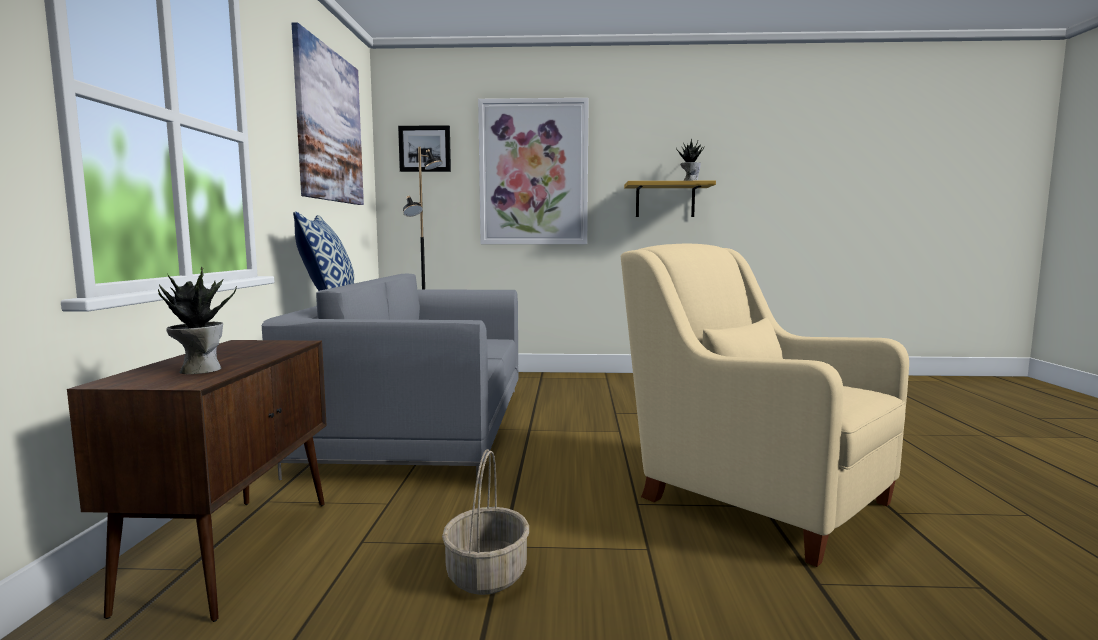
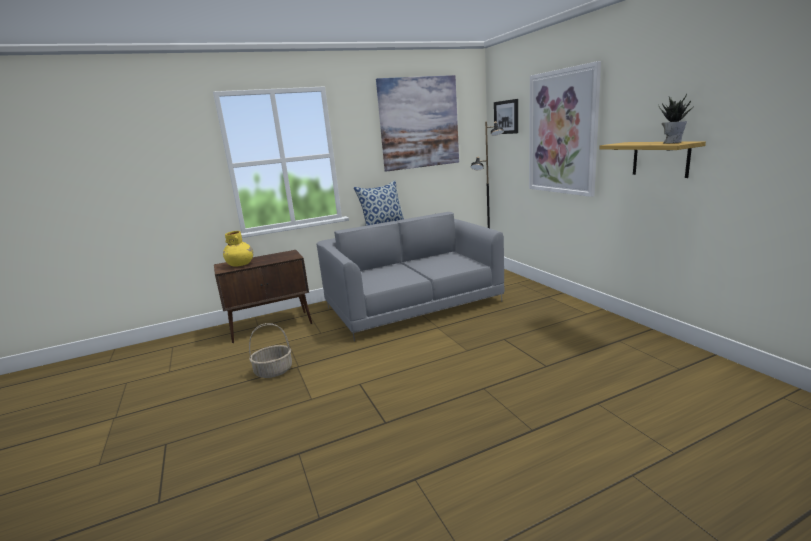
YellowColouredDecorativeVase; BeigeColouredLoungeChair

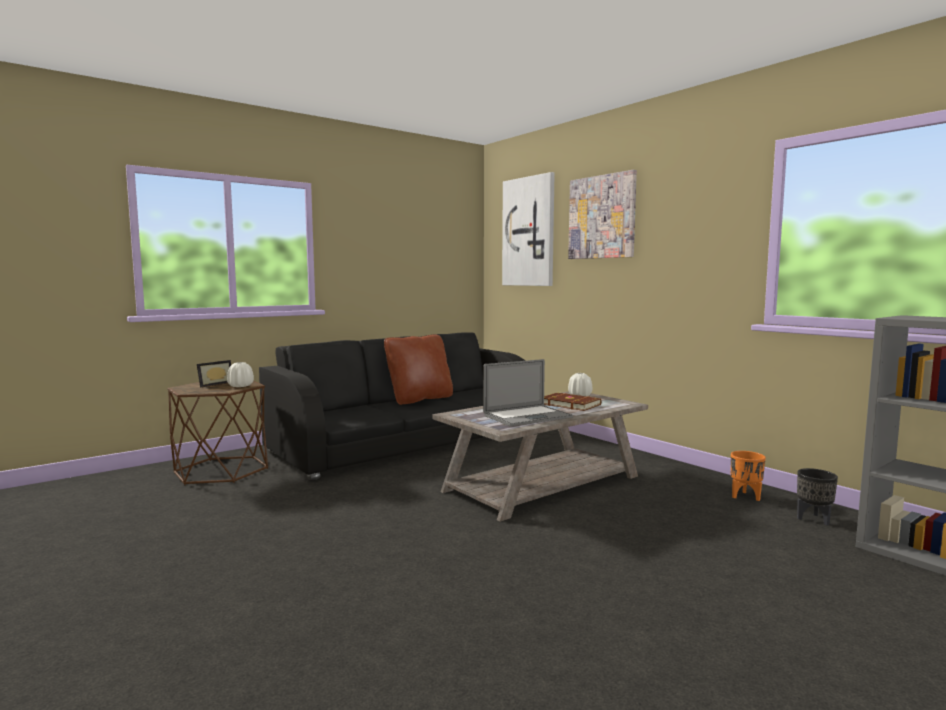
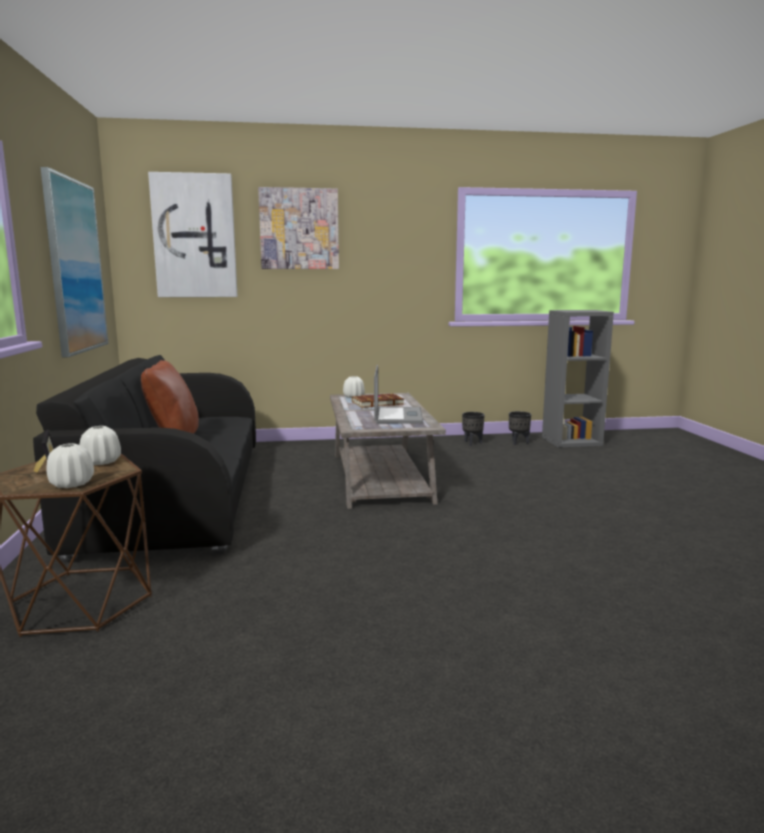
WallPicture (1st from left); WhitishDecorativeVase (1st from left); BlackPlanter (1st from left)

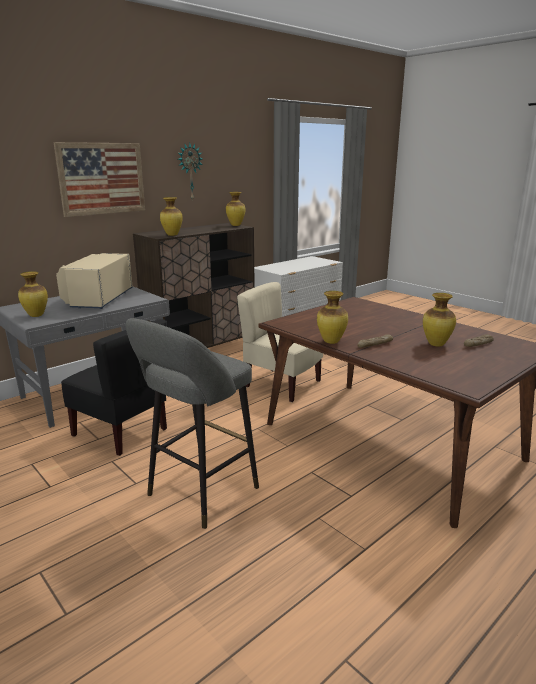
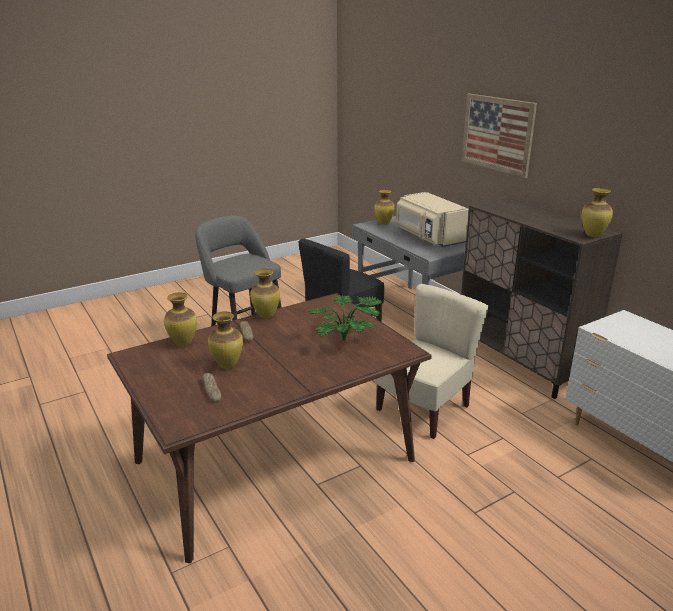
DecorativeVase (1st from left); PlantInAPot; BeigeColouredMicrowaveOven; WallClock

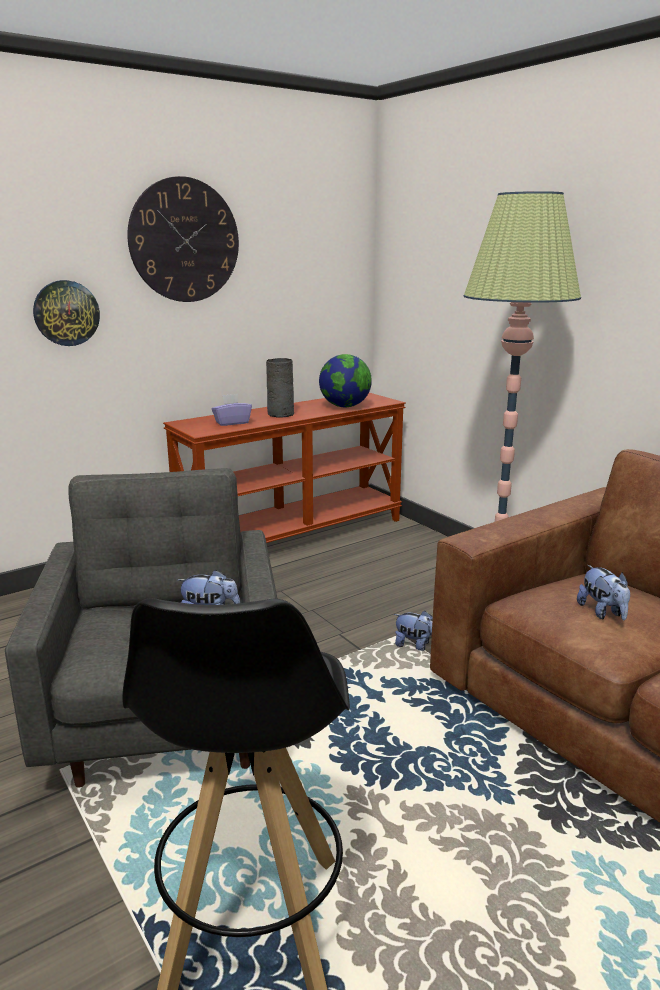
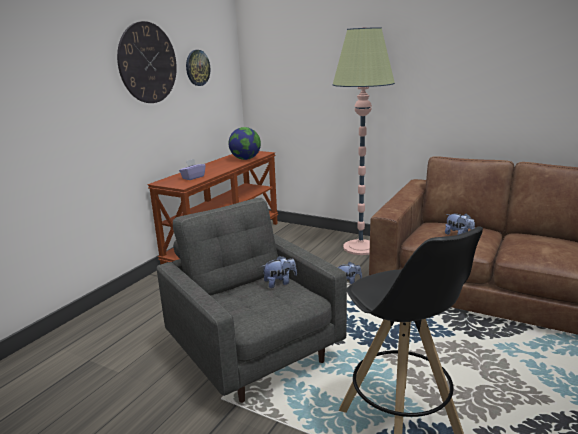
WallClock (2nd from left); GreyishDecorativeVase

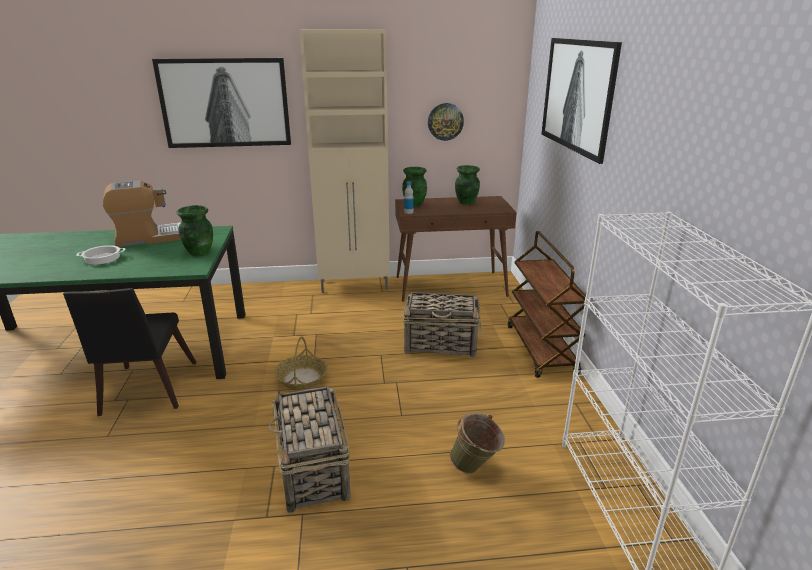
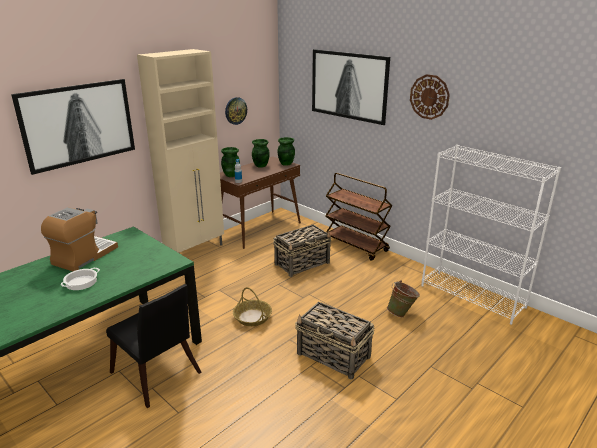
GreenColouredDecorativeVase (3rd from left); WallClock (2nd from left)

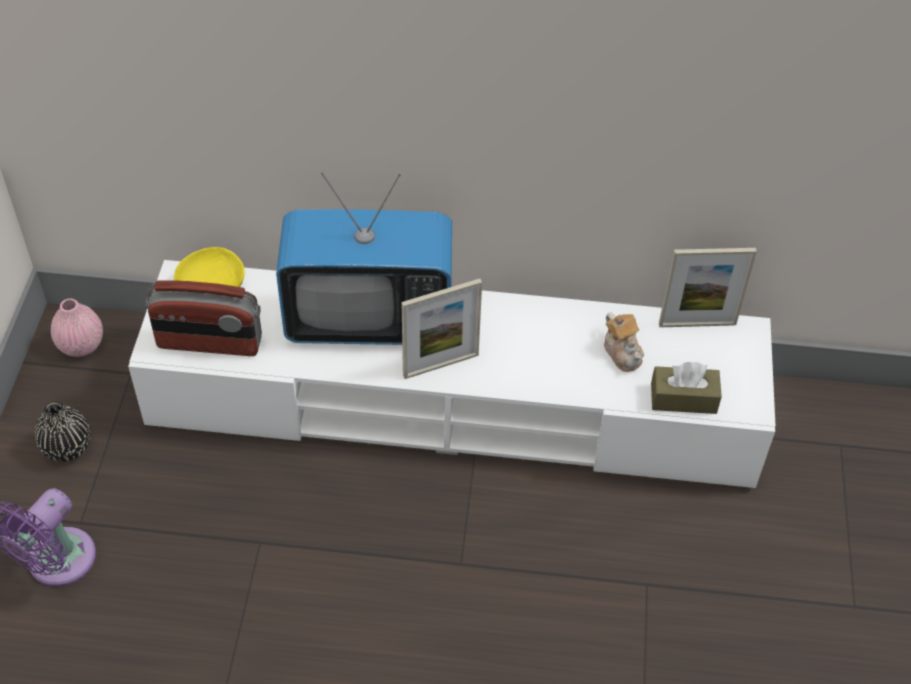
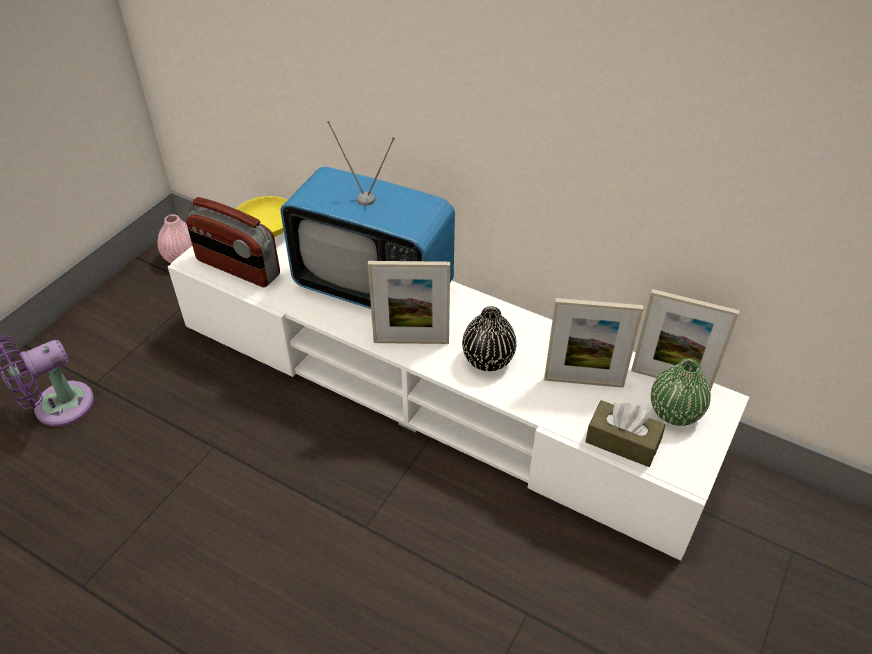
BlackDecorativeVase; StandingFrame (2nd from left); GreenColouredDecorativeVase

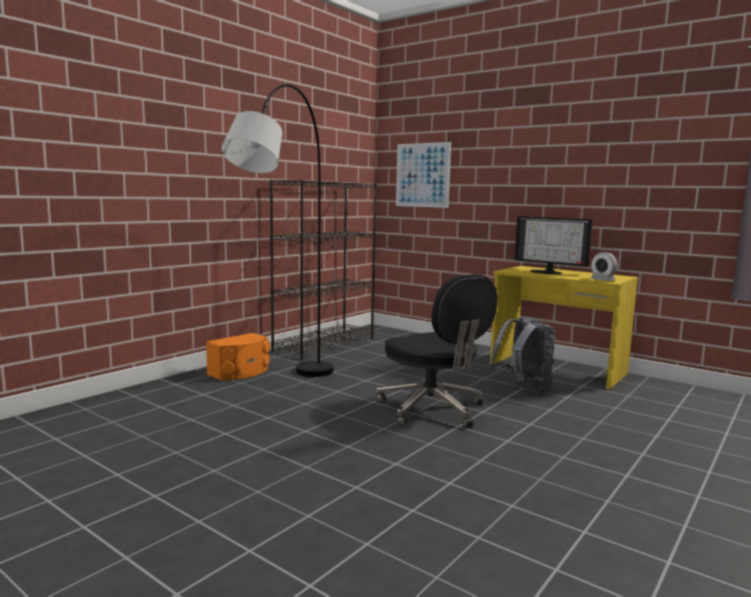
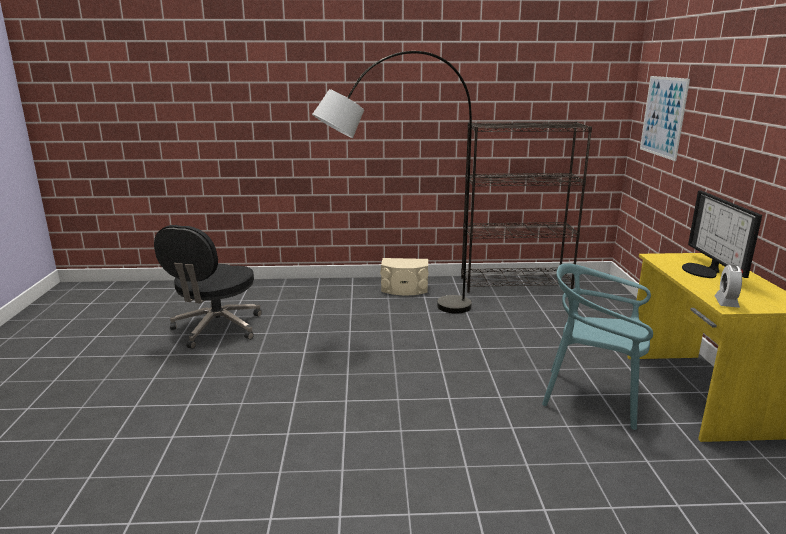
BlackDeskChair; BeigeColouredSpeaker; BlueGreenPlainChair

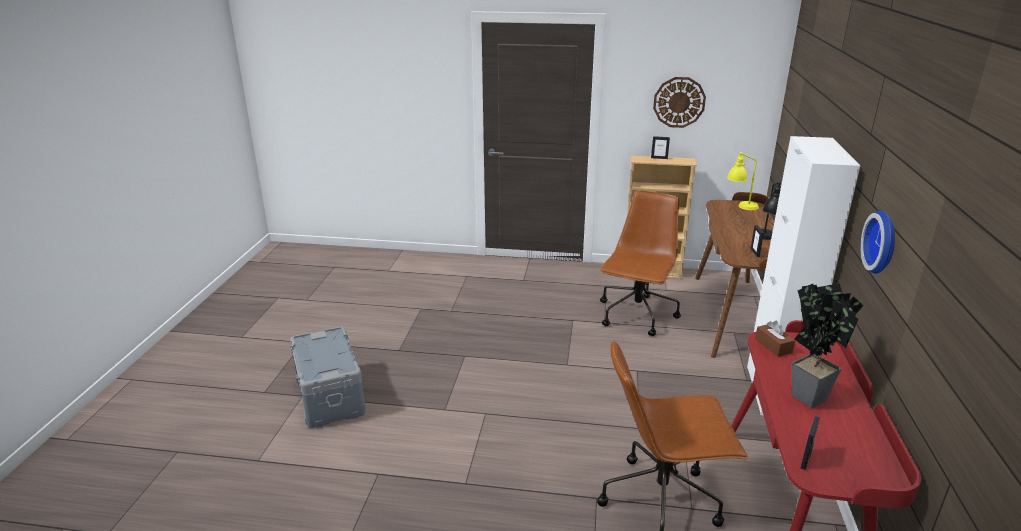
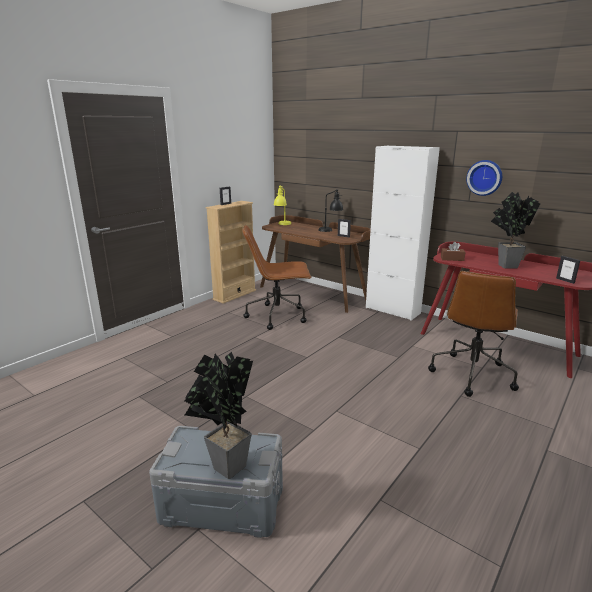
PlantInAPot (1st from left); BrownishDeskChair (1st from left); WallClock (1st from left in the first image)

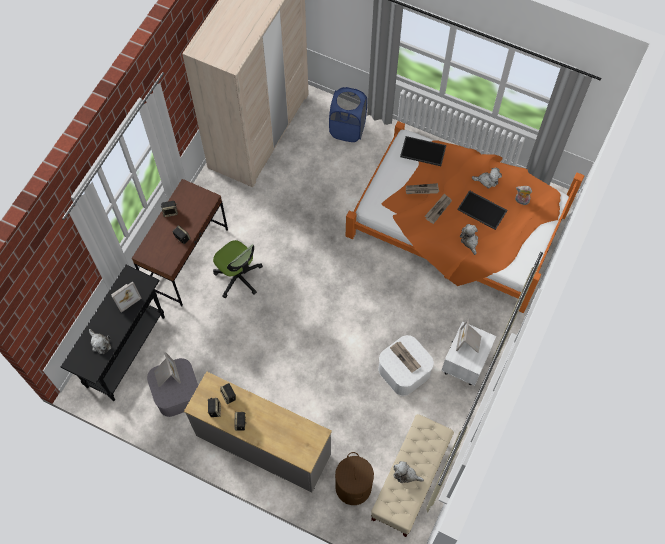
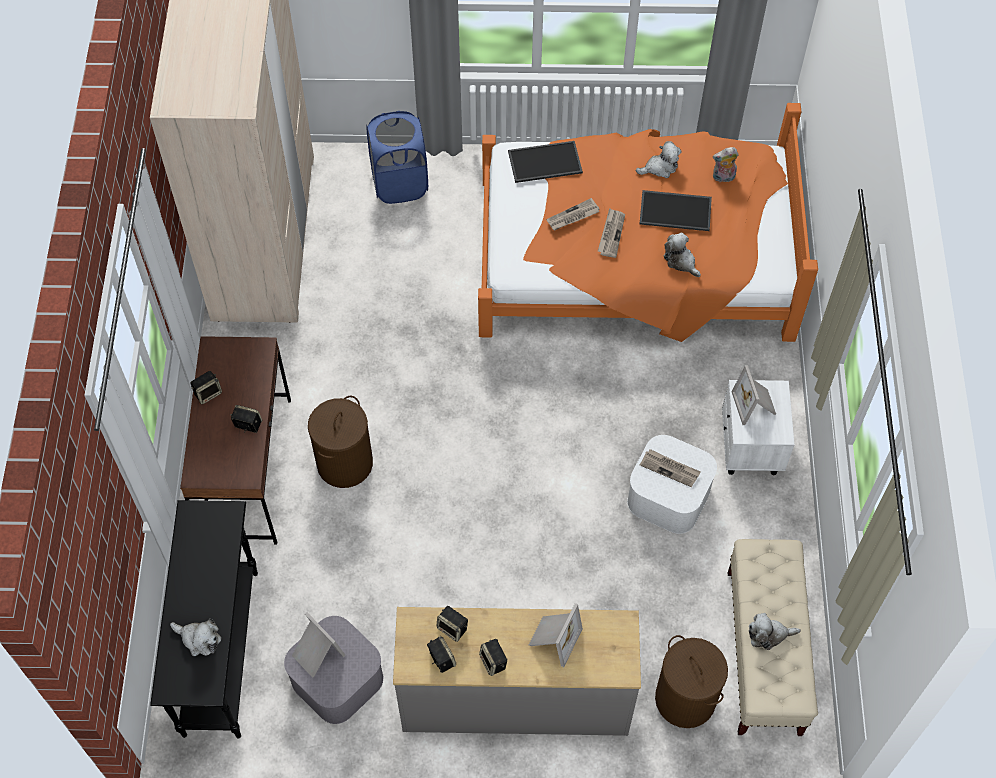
BrownishLaundryBasket (1st from left); StandingFrame (2nd from left)

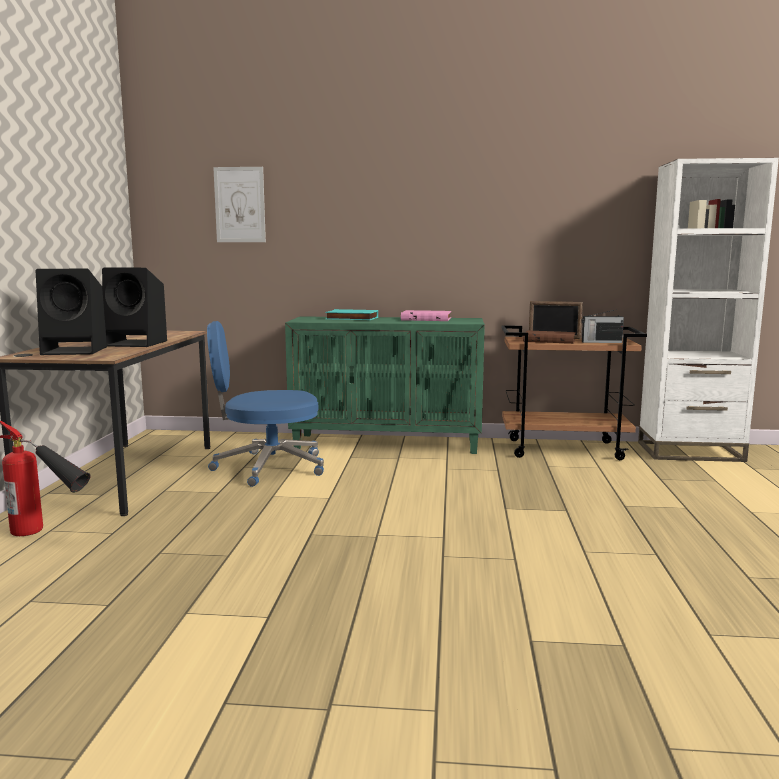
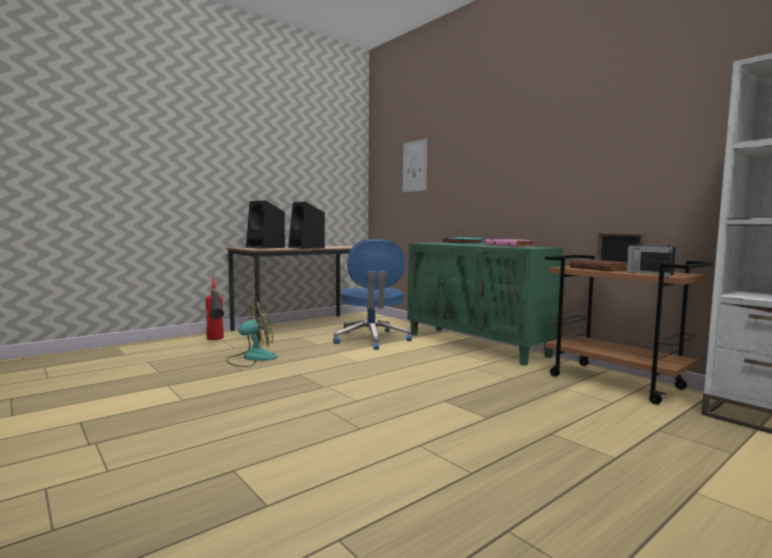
ElectricFan; BlueDeskChair

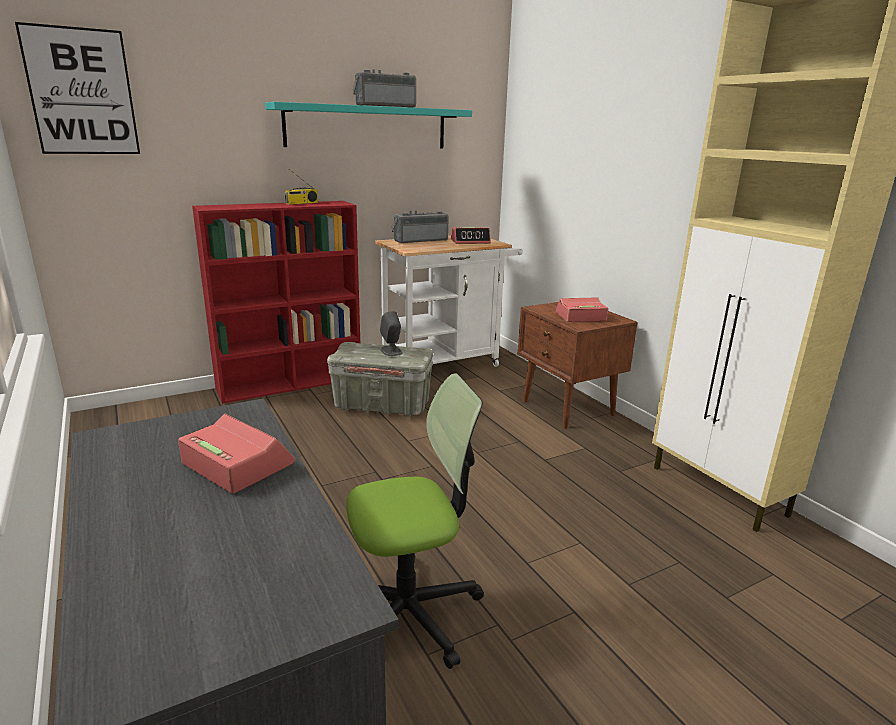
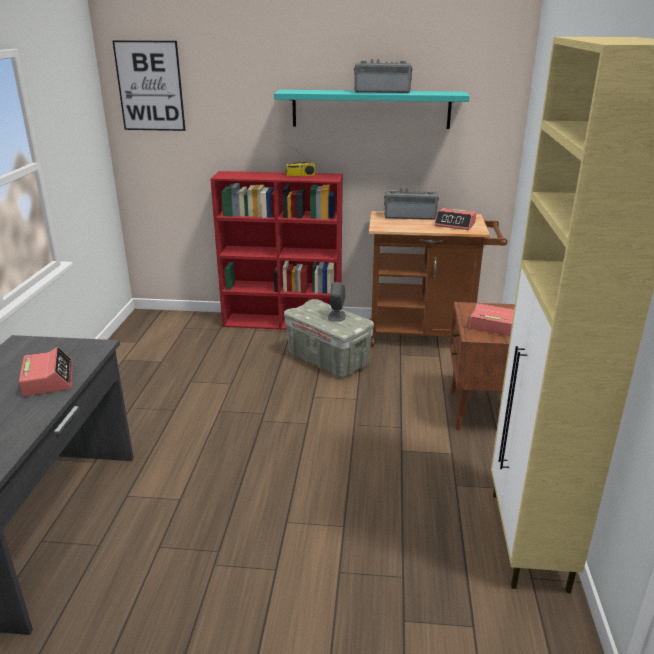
BrownishCart; DeskChair

